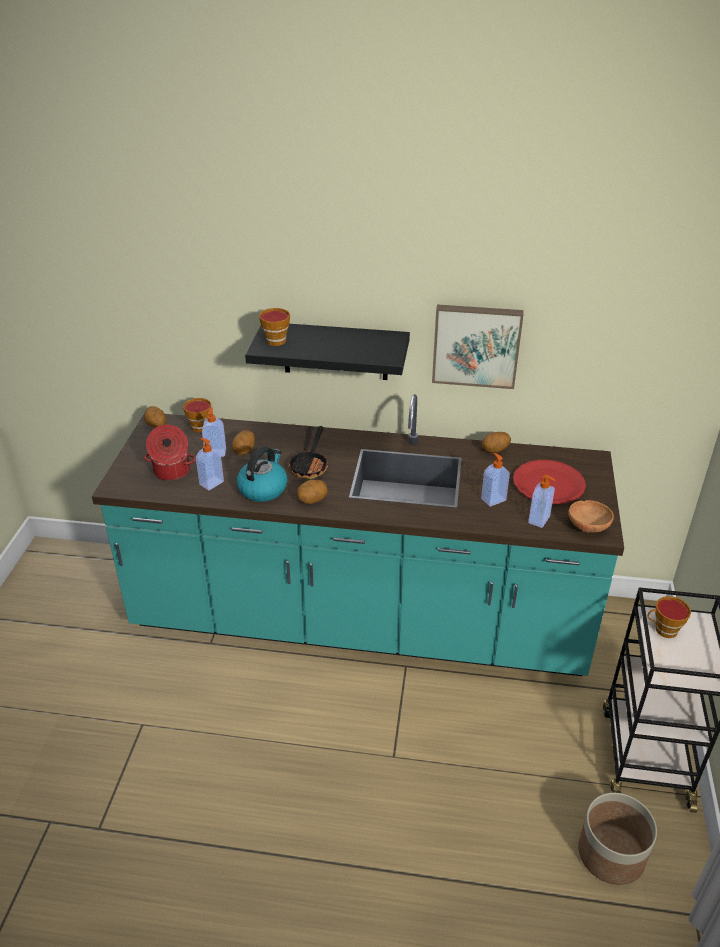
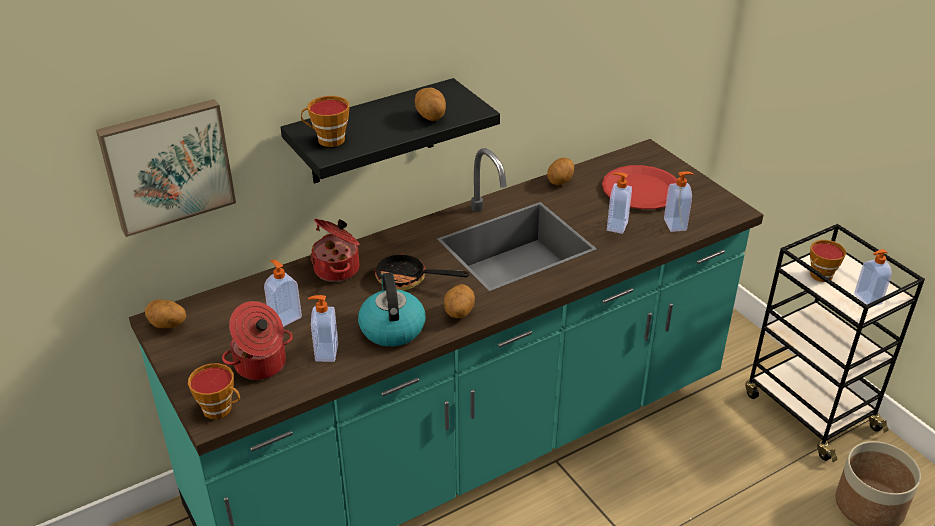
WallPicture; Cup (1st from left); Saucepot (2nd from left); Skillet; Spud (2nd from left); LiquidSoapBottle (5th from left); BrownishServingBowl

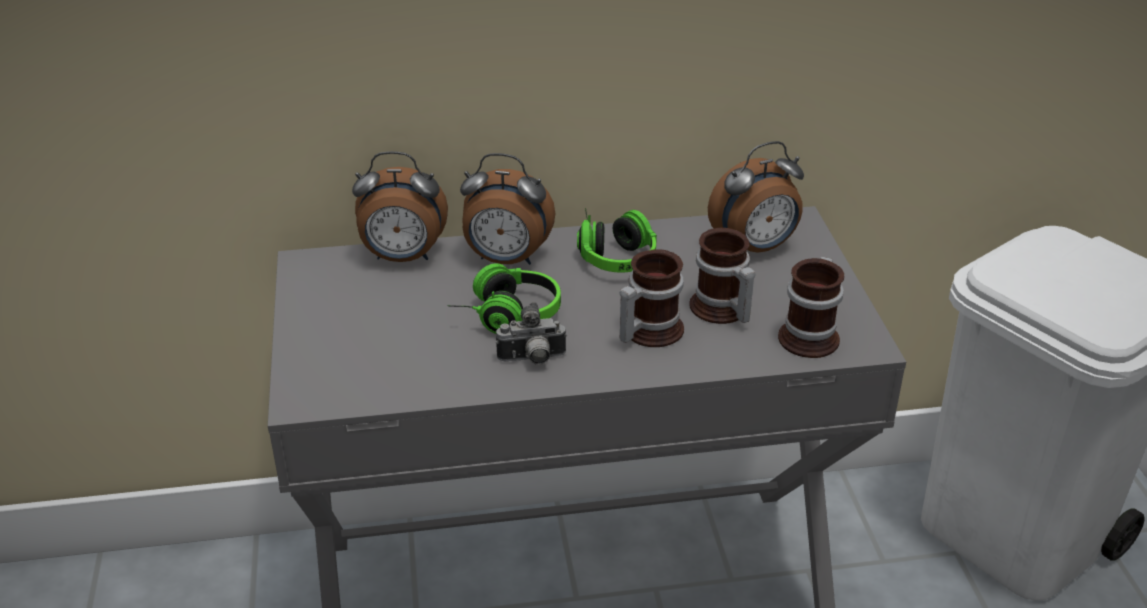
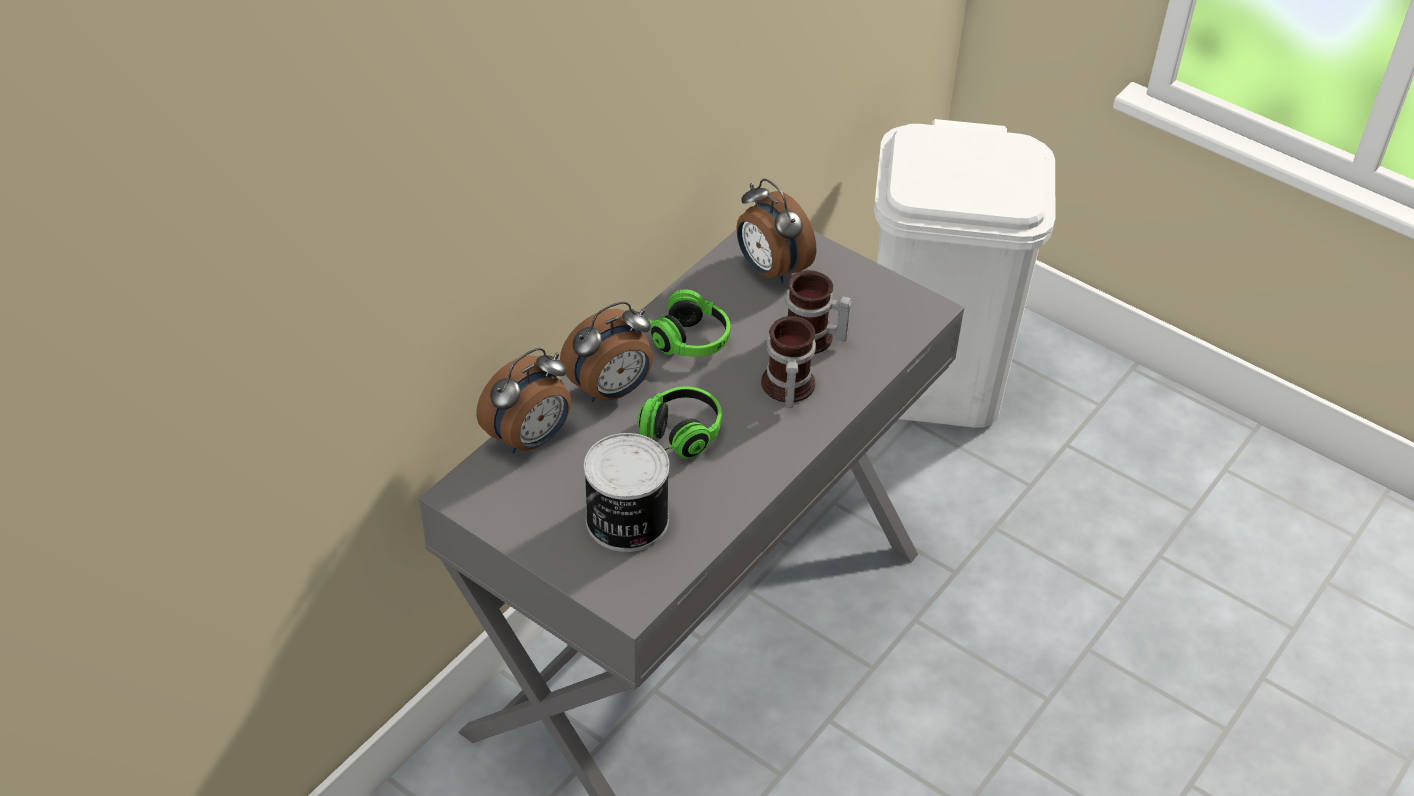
MetalCan; AlarmClock (3rd from left); StillCamera; CoffeeMug (3rd from left in the first image)

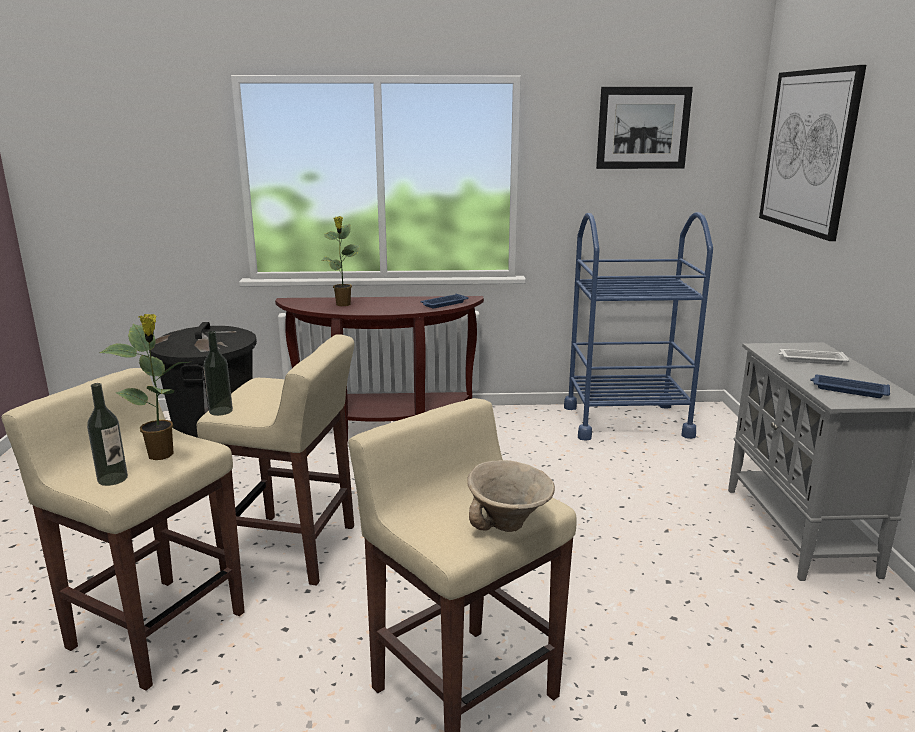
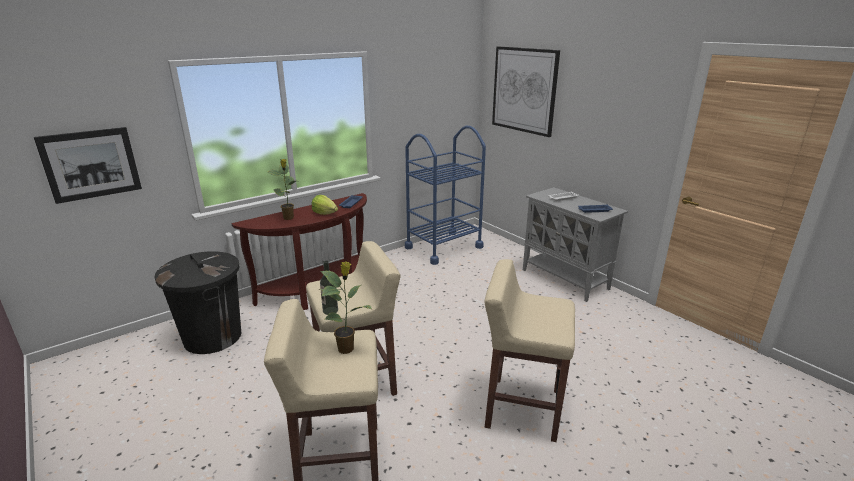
WallPicture (1st from left); HeadOfLettuce; Bottle (1st from left in the first image); BeigeColouredServingBowl

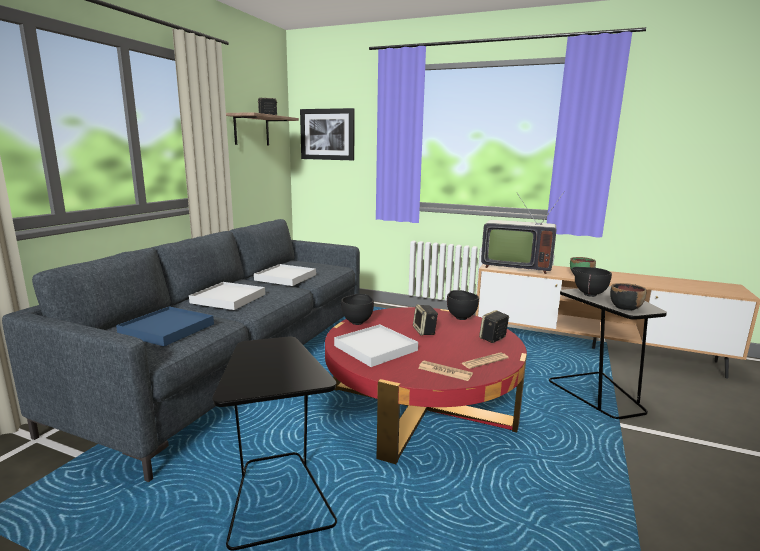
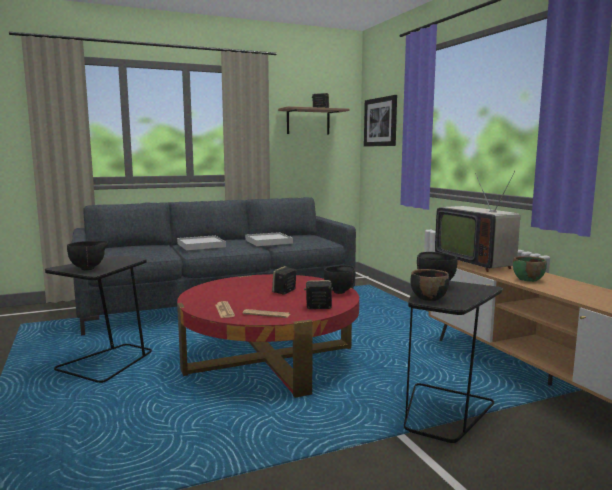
BlackServingBowl (1st from left); BlueCarryingTray; WhitishCarryingTray (3rd from left in the first image)

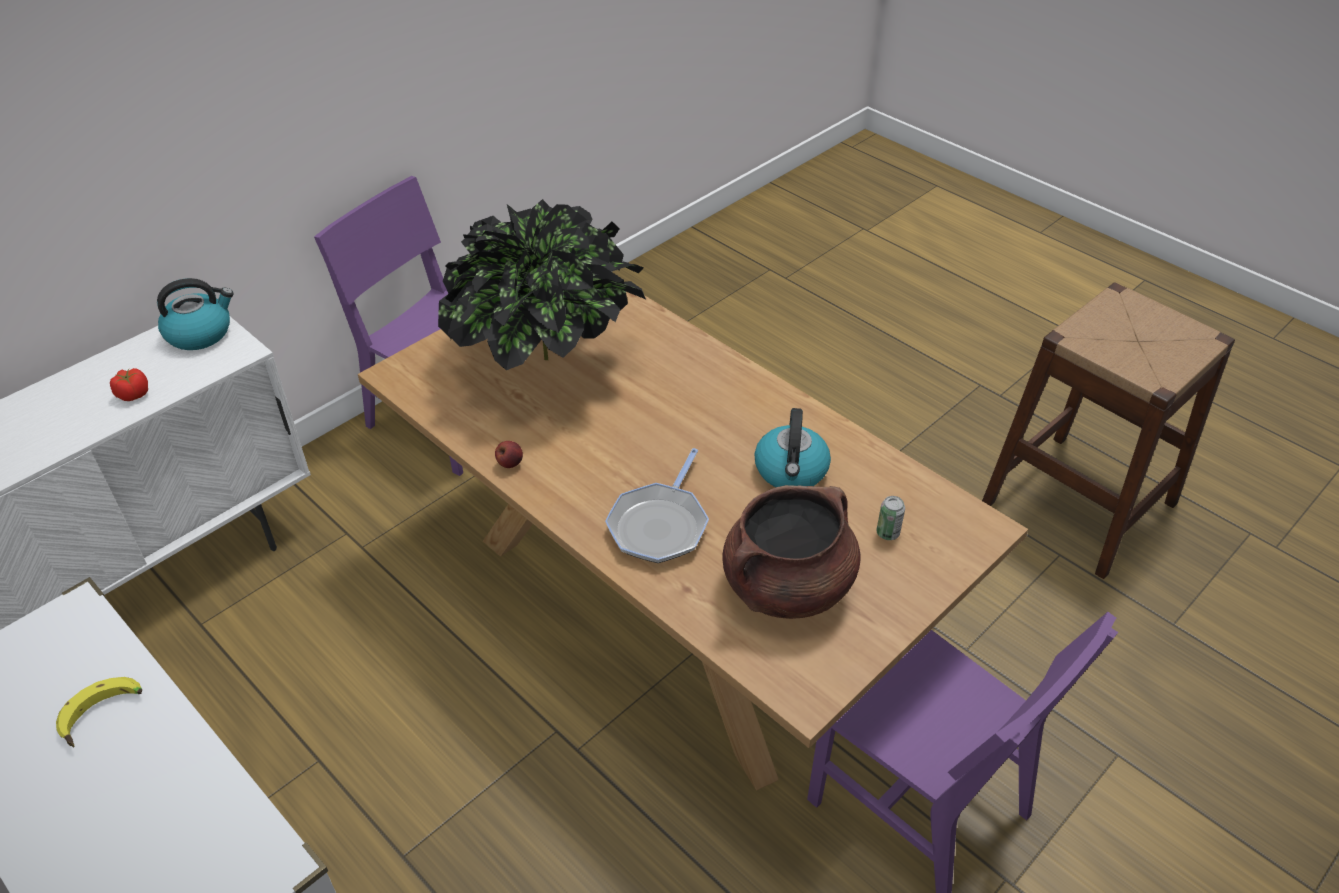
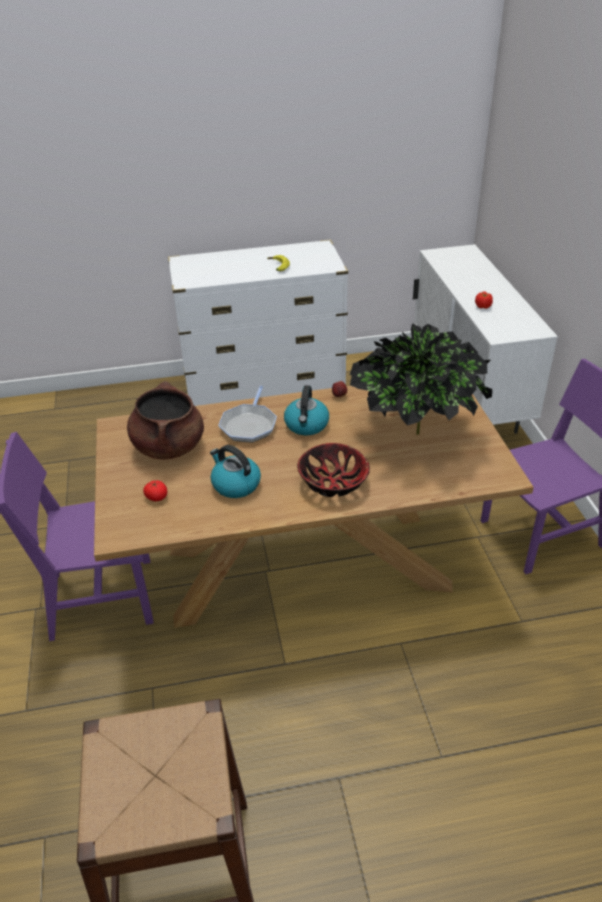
Tomato (1st from left); Skillet; Kettle (2nd from left); ServingBowl

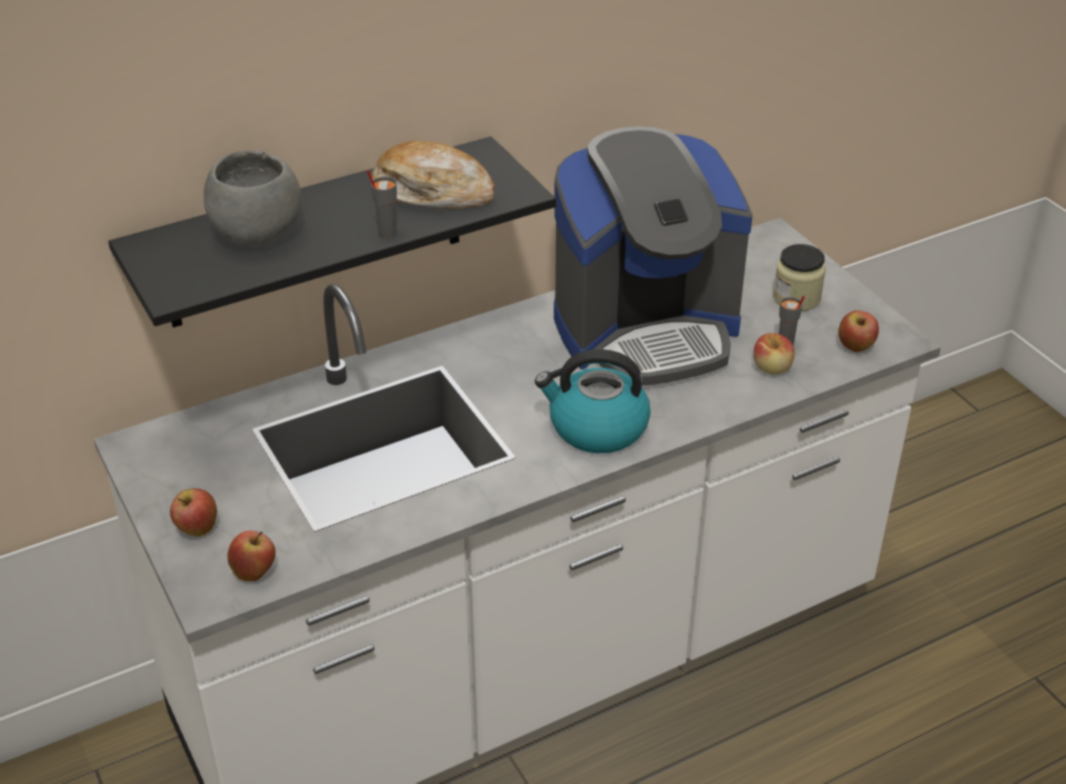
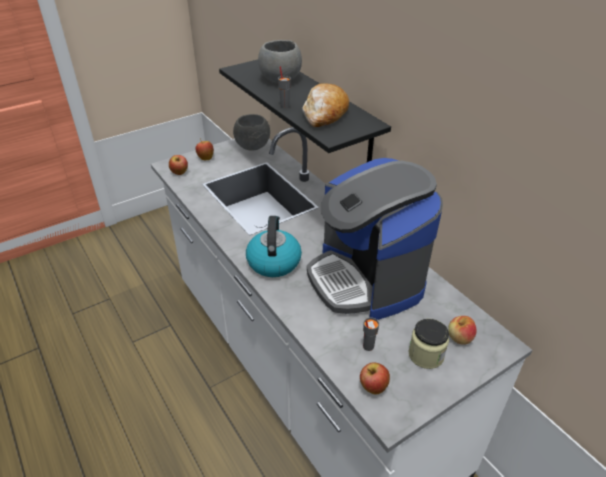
GreyishServingBowl (1st from left); AppleFruit (4th from left)

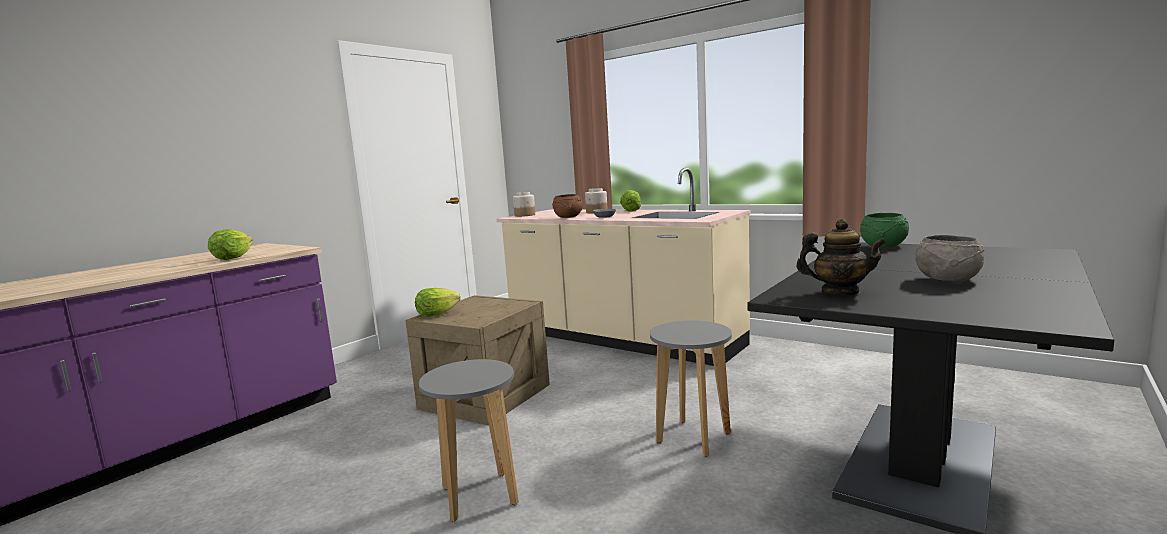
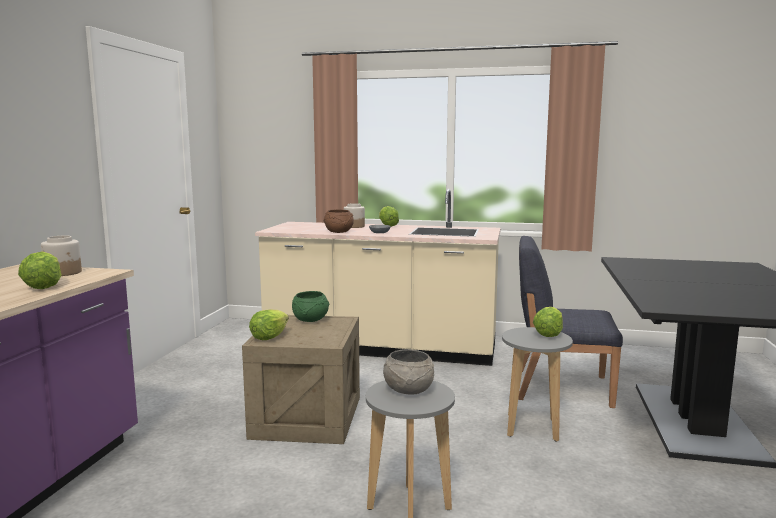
Jar (1st from left); GreenColouredServingBowl; GreyishServingBowl (2nd from left); BluePlainChair; HeadOfLettuce (4th from left); Teapot

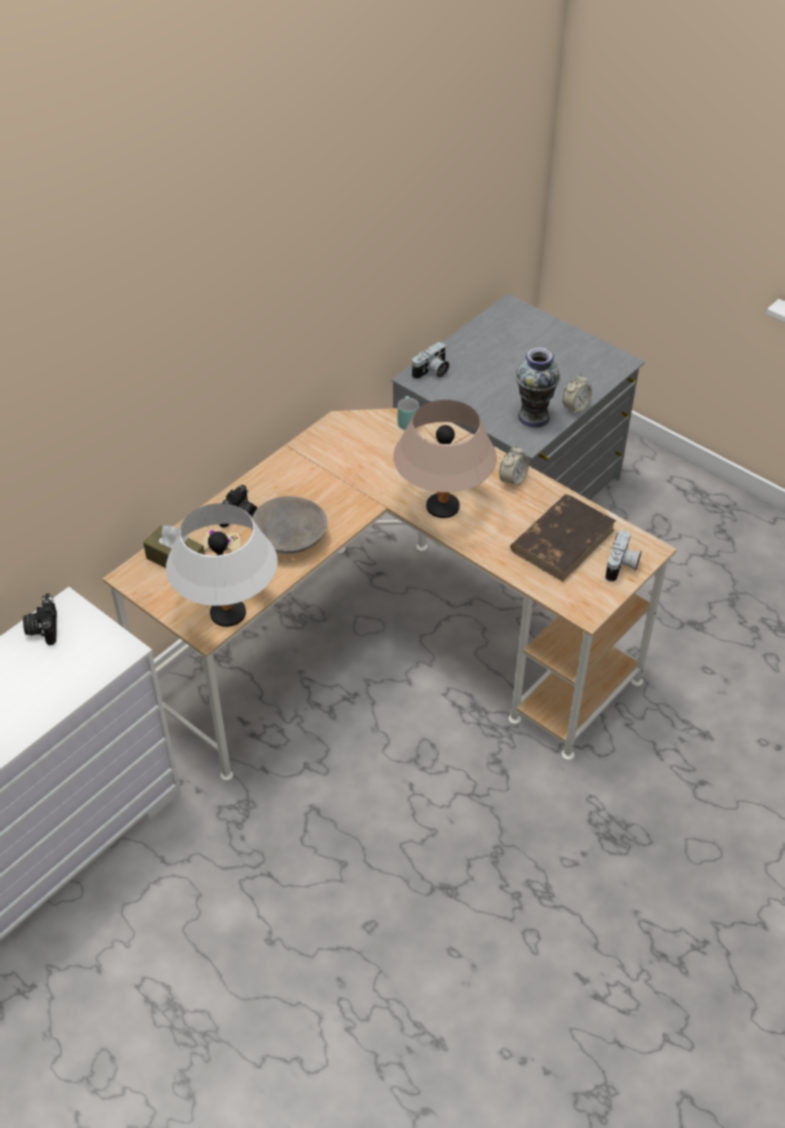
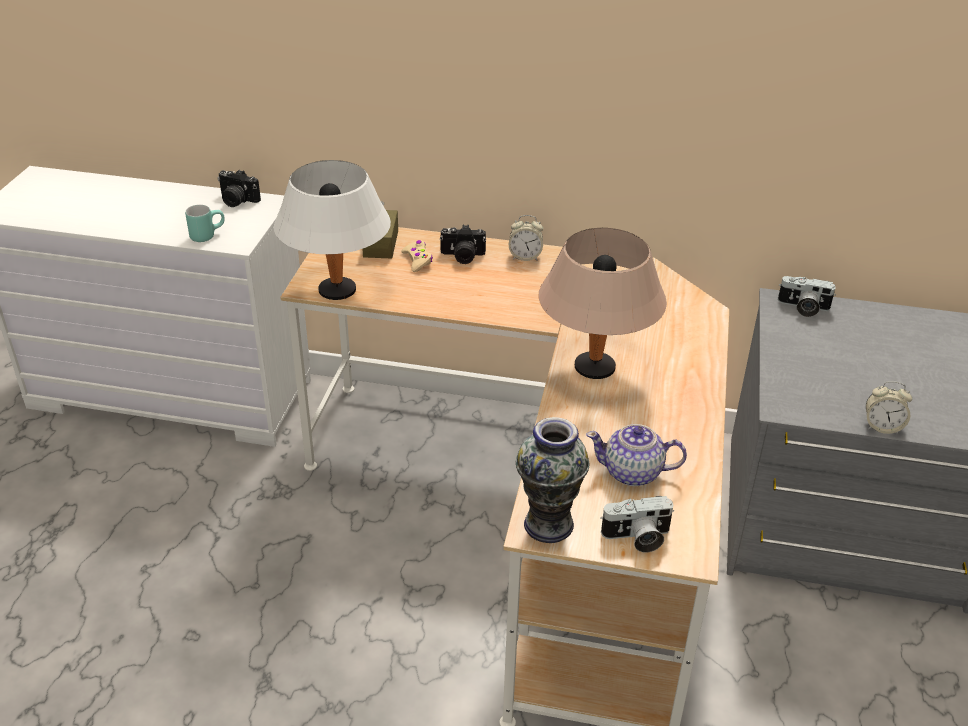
BlueGreenCoffeeMug; StillCamera (1st from left); AlarmClock (1st from left); DecorativeVase; Teapot; GreyishServingBowl

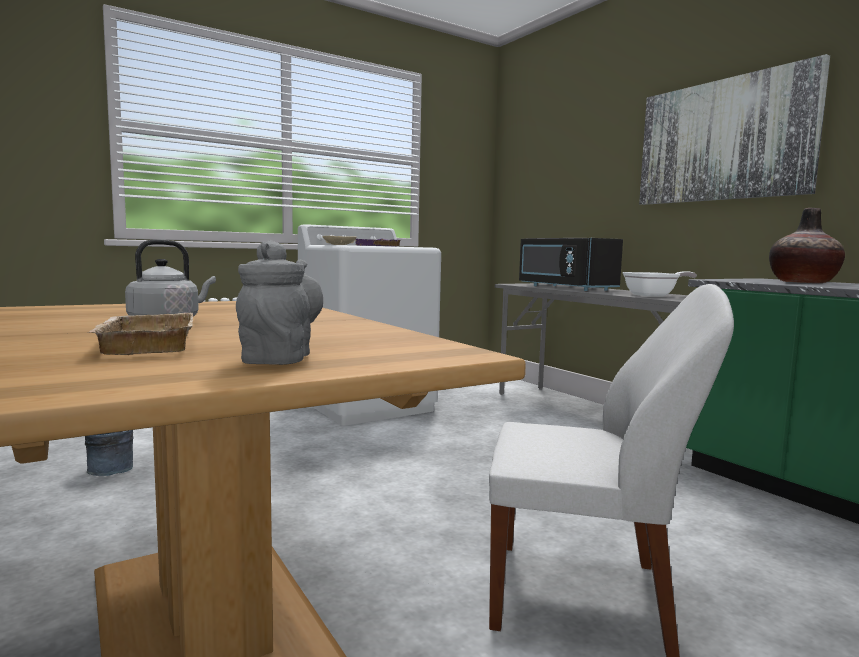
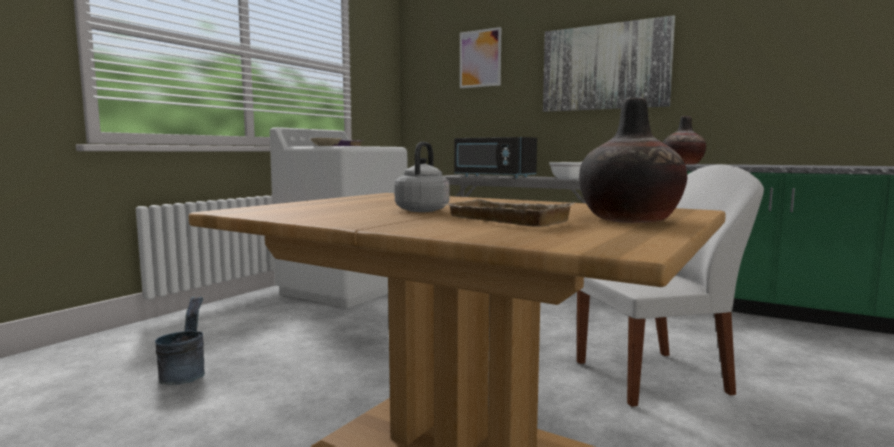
WallPicture (1st from left); DecorativeVase (1st from left)

